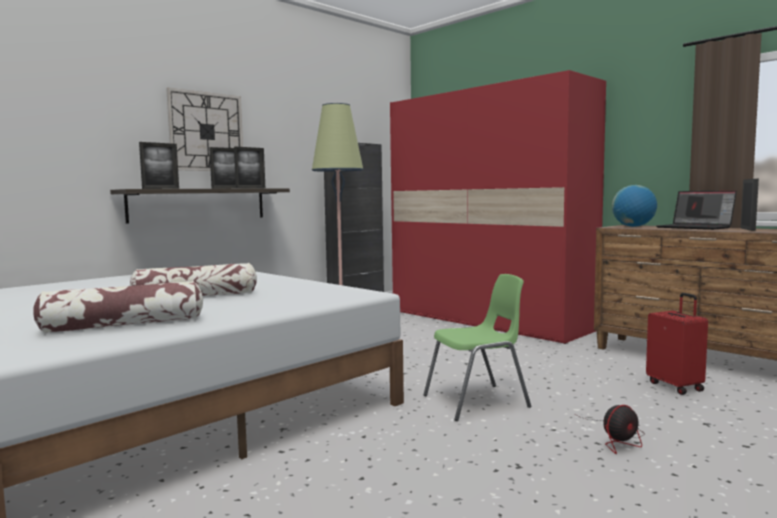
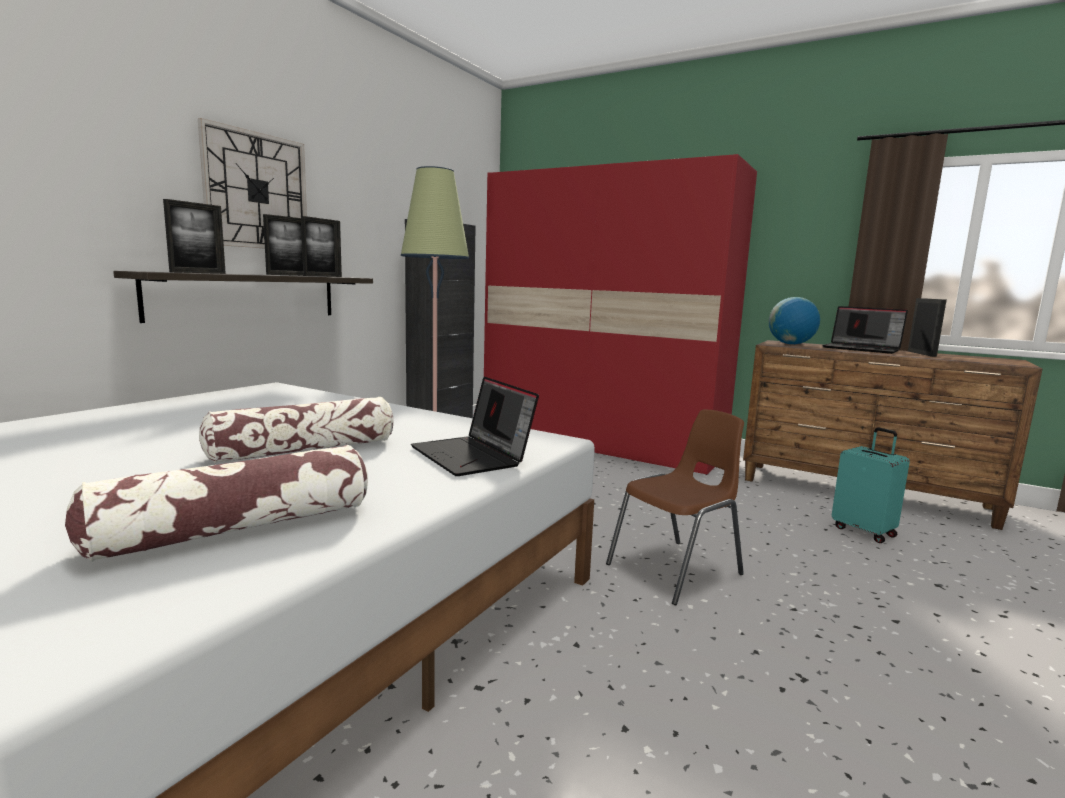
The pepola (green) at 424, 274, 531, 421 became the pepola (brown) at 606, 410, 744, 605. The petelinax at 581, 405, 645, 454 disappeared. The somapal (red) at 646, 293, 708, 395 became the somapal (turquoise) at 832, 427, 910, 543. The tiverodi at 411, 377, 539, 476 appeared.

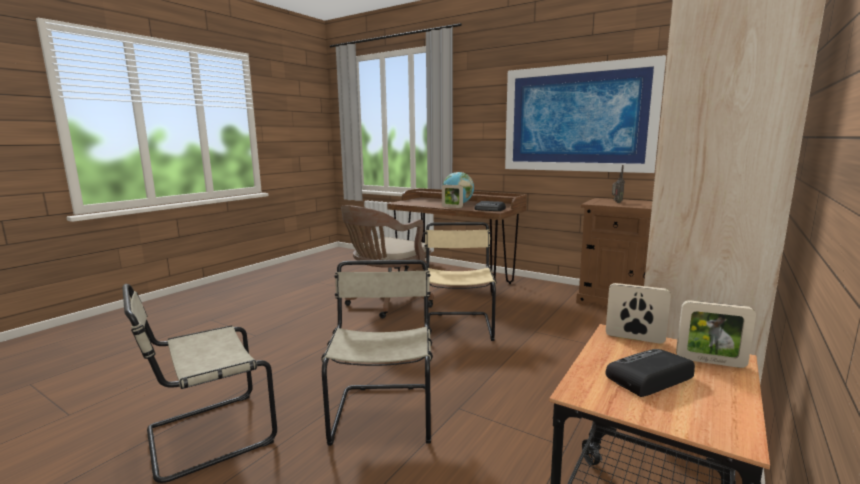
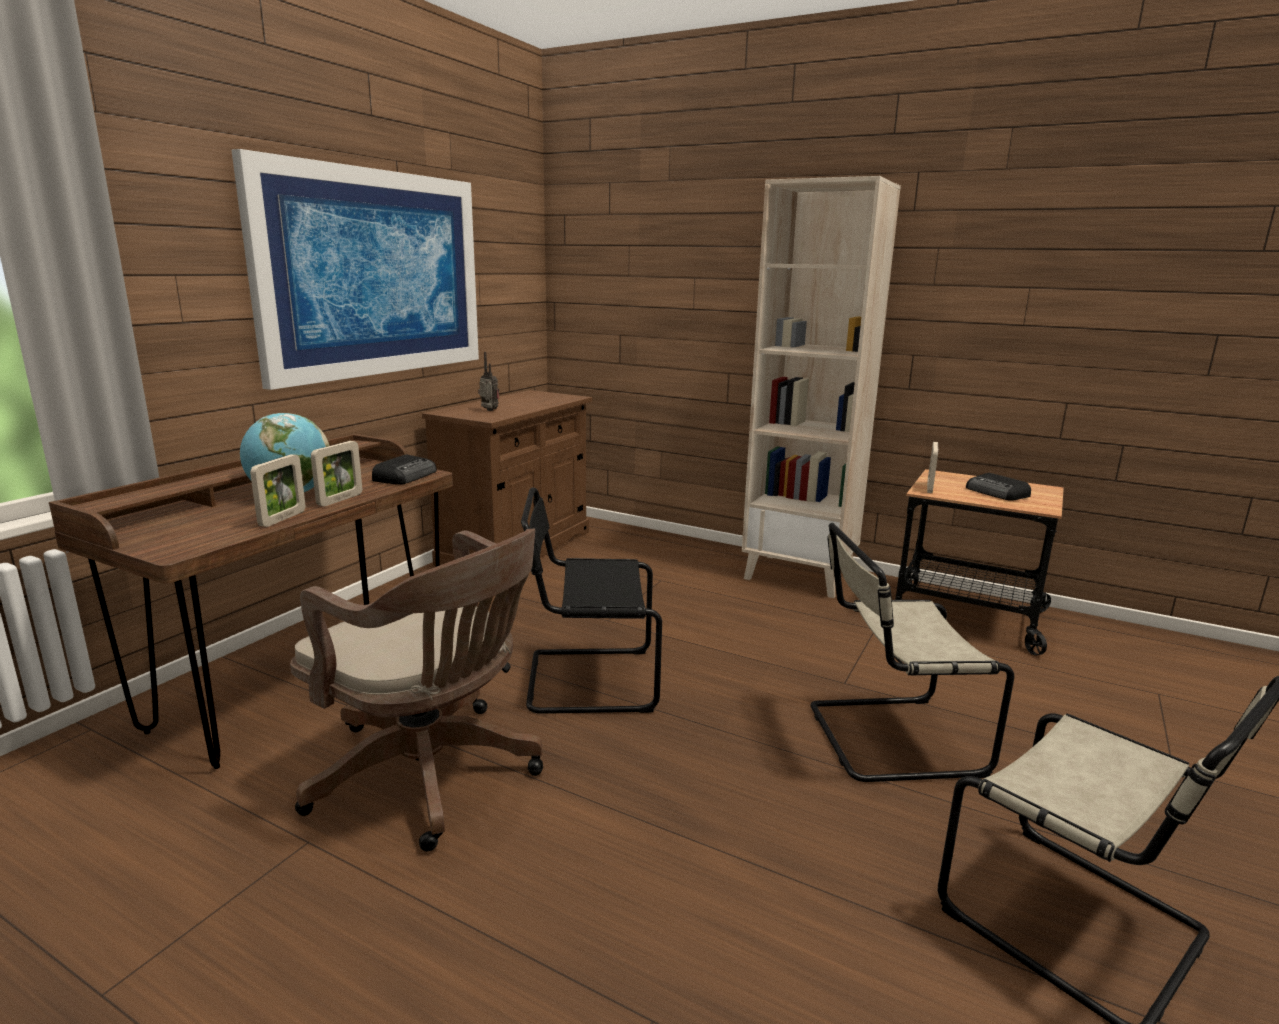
The pepola (beige) at 424, 222, 497, 341 became the pepola (black) at 521, 488, 662, 714. The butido moved from 676, 300, 756, 368 to 250, 454, 305, 527.

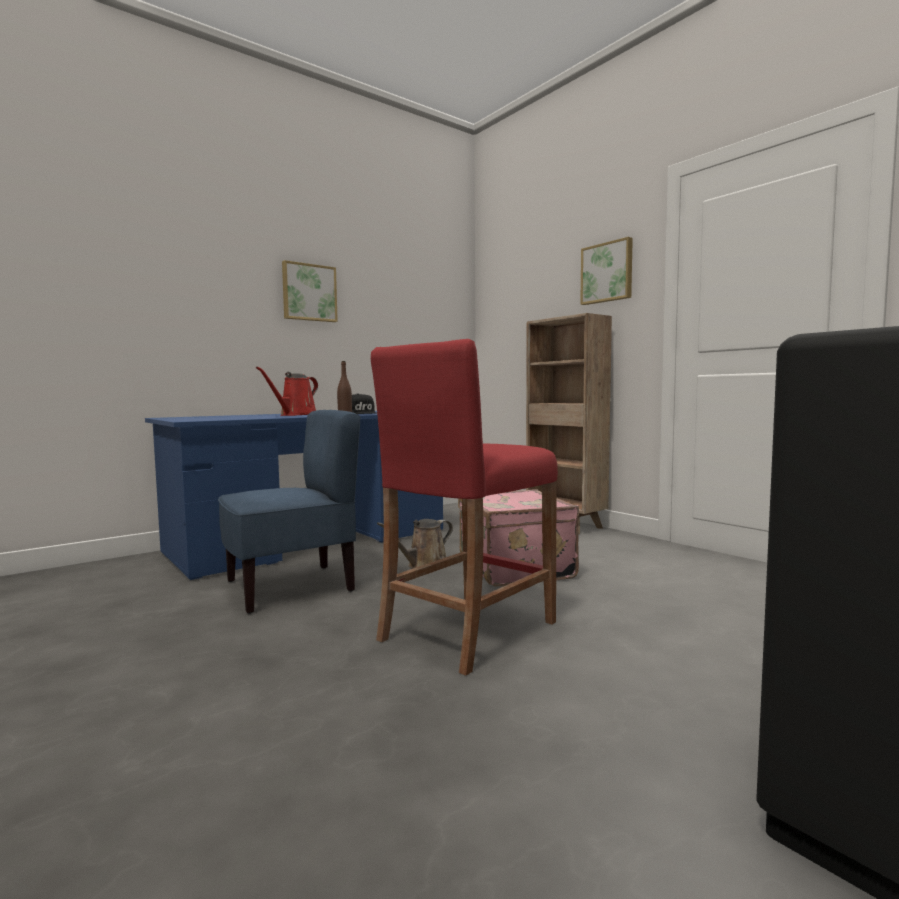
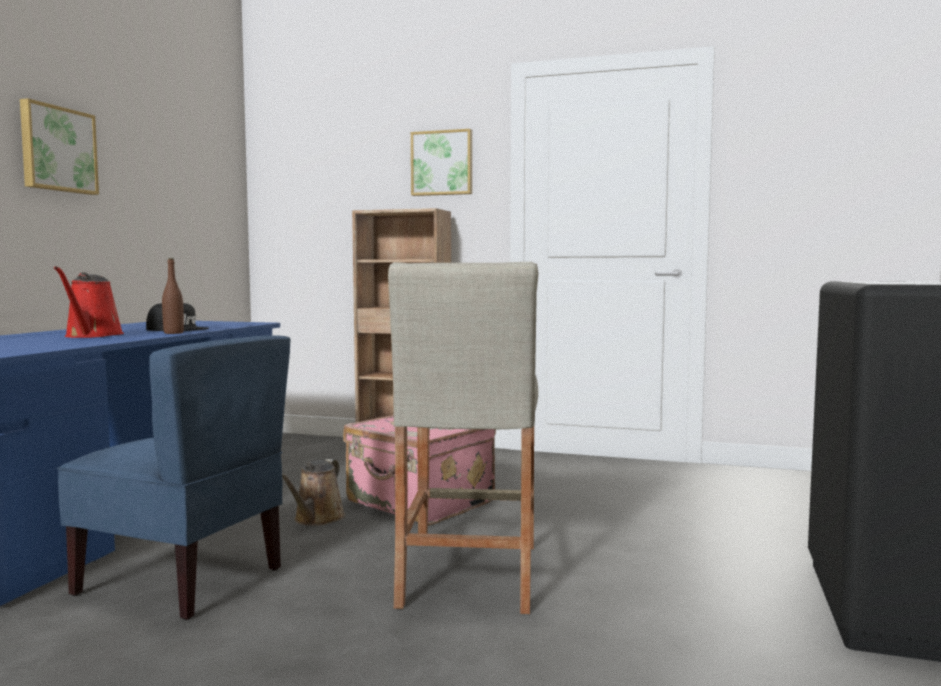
The pepola (blue) at 218, 410, 360, 614 turned 90 degrees clockwise. The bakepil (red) at 371, 339, 558, 676 became the bakepil (beige) at 388, 262, 538, 614.

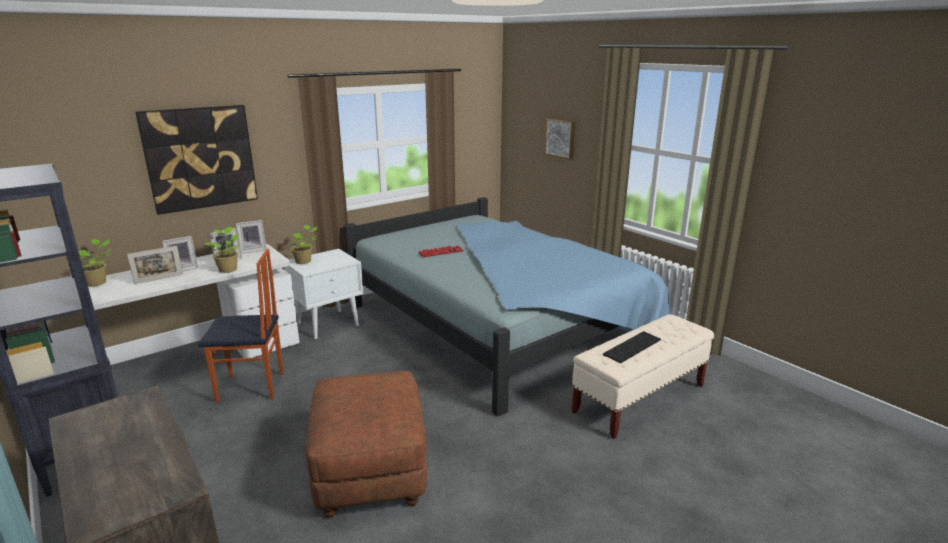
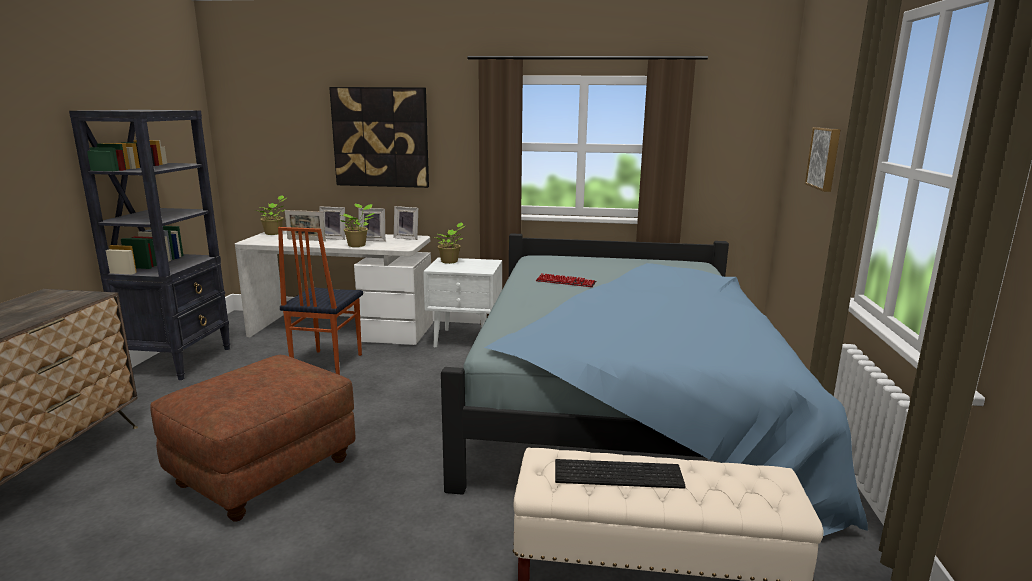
The pepola at 198, 249, 284, 402 turned 60 degrees clockwise.

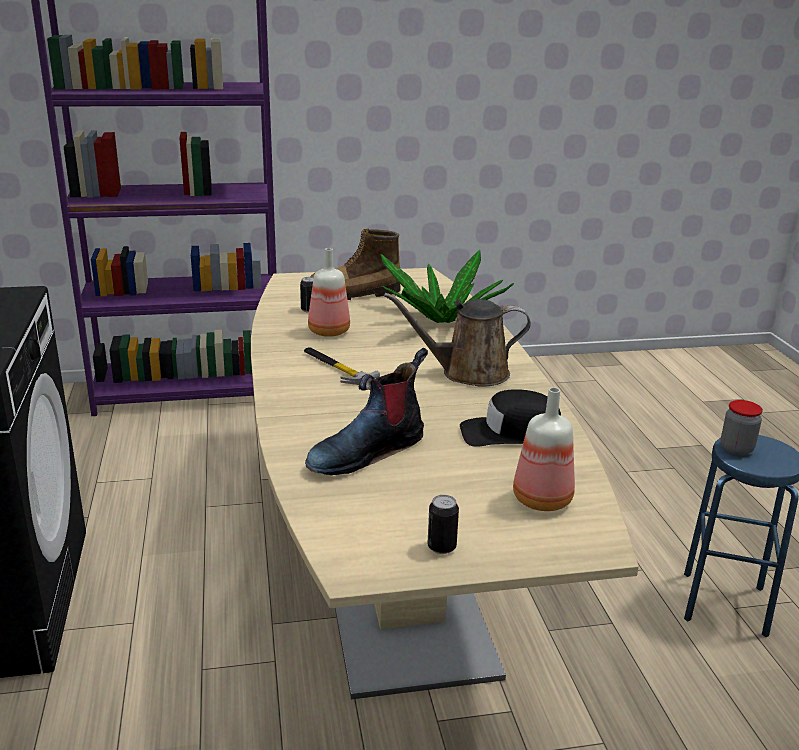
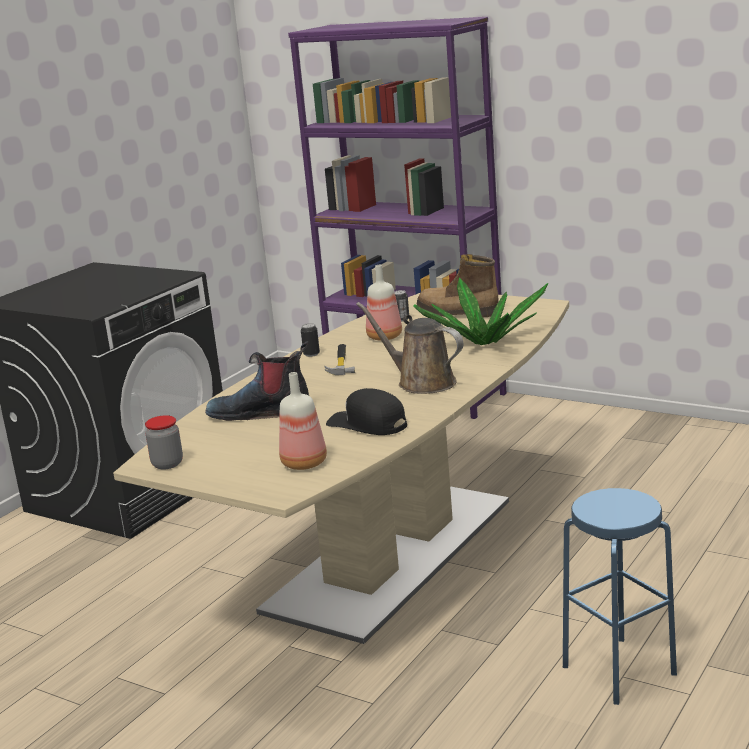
The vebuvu moved from 427, 495, 459, 554 to 301, 323, 320, 357. The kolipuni moved from 721, 400, 763, 455 to 145, 415, 183, 469.

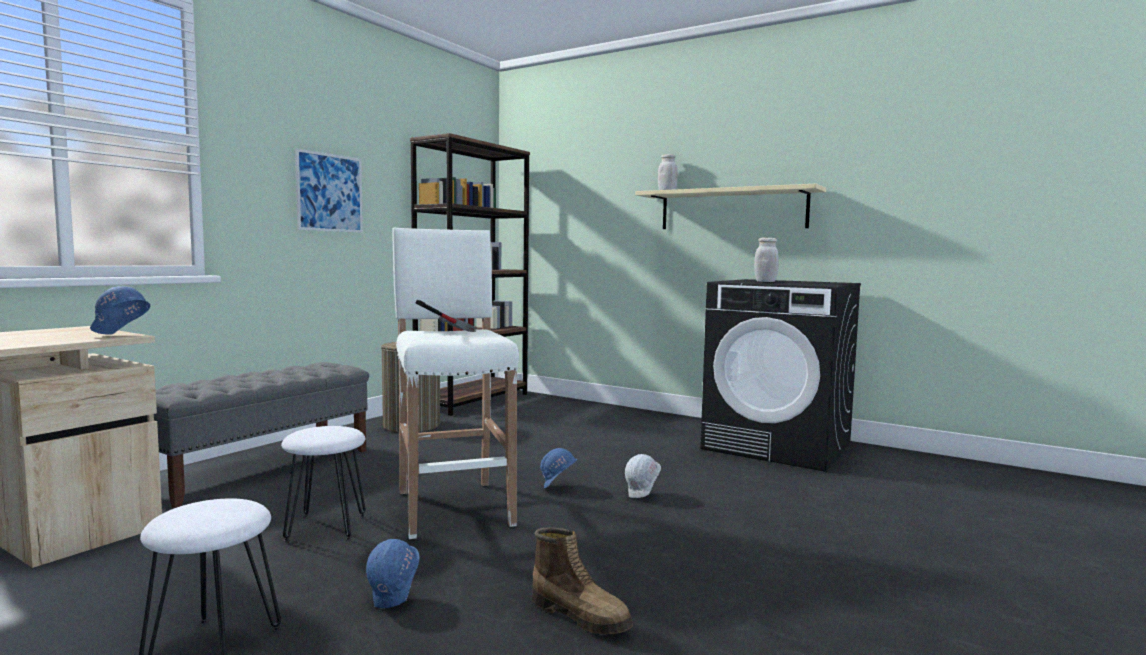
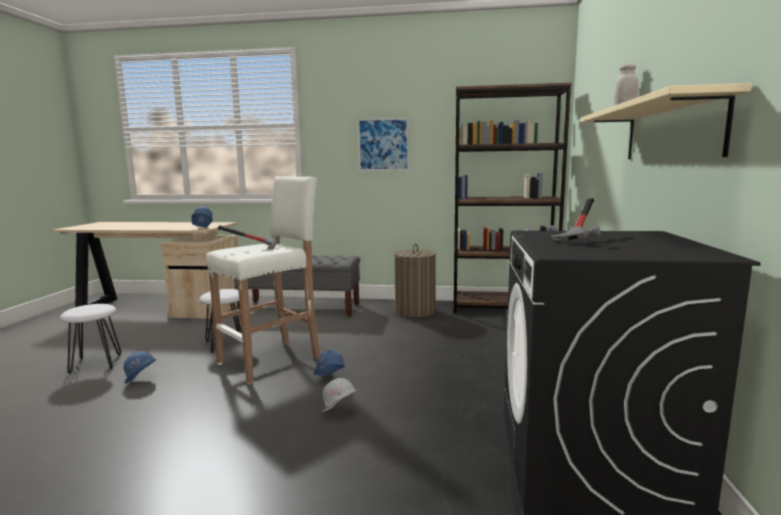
The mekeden at 532, 528, 633, 634 disappeared. The kolipuni (white) at 754, 238, 779, 282 was replaced by the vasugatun at 550, 198, 600, 242.

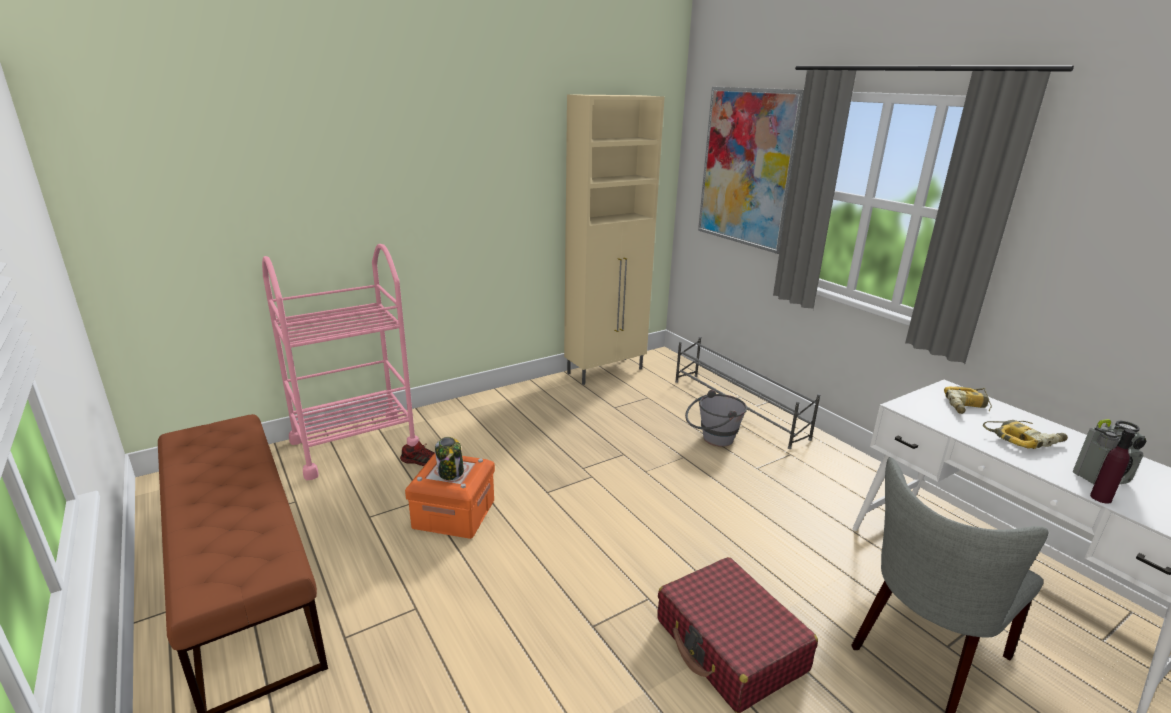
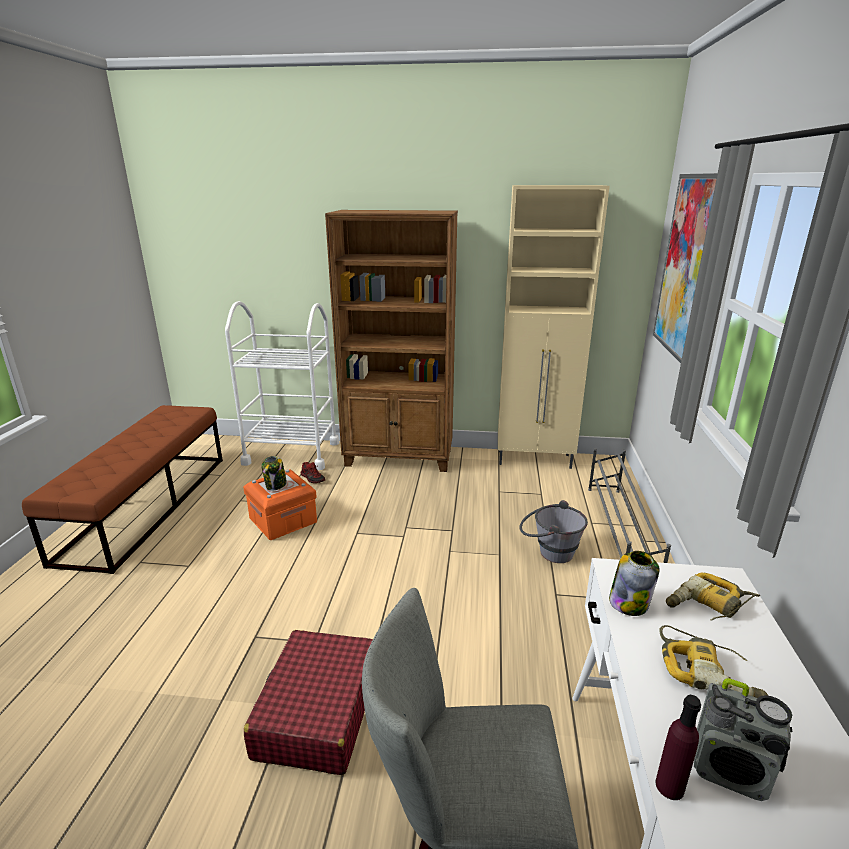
The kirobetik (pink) at 262, 244, 419, 480 became the kirobetik (white) at 225, 301, 339, 470. The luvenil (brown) at 325, 210, 458, 472 appeared. The kolipuni at 609, 551, 660, 616 appeared.

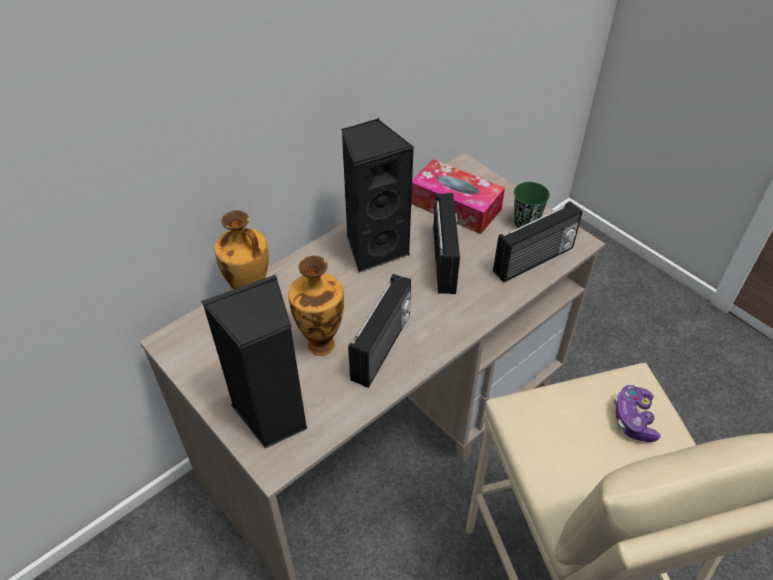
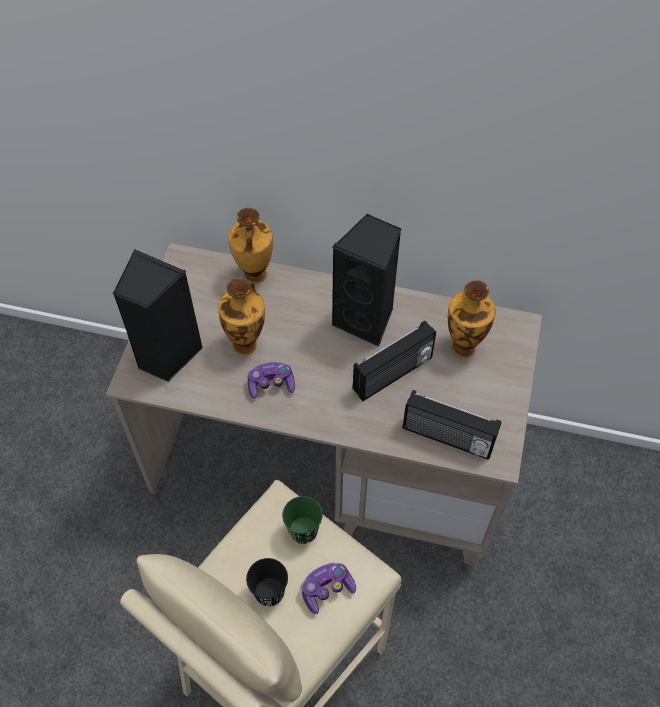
The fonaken at 348, 274, 412, 388 was replaced by the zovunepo at 248, 362, 295, 399. The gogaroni at 411, 159, 505, 234 was replaced by the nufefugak at 448, 280, 496, 358. The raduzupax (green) moved from 514, 182, 550, 228 to 282, 496, 323, 544. The raduzupax (black) at 246, 558, 288, 606 appeared.

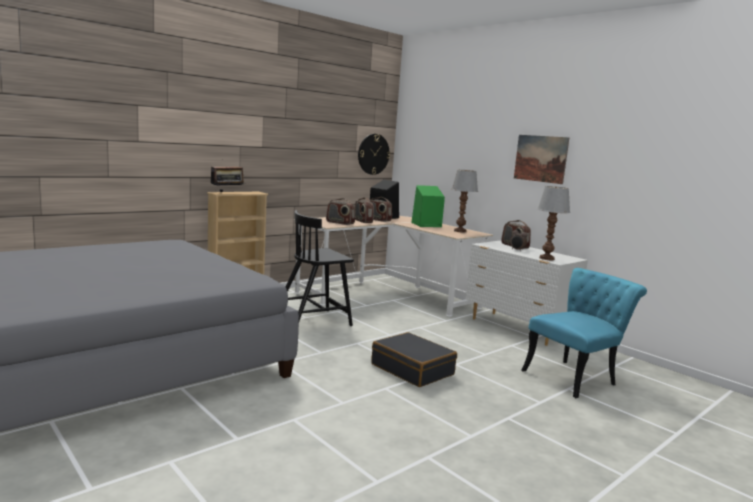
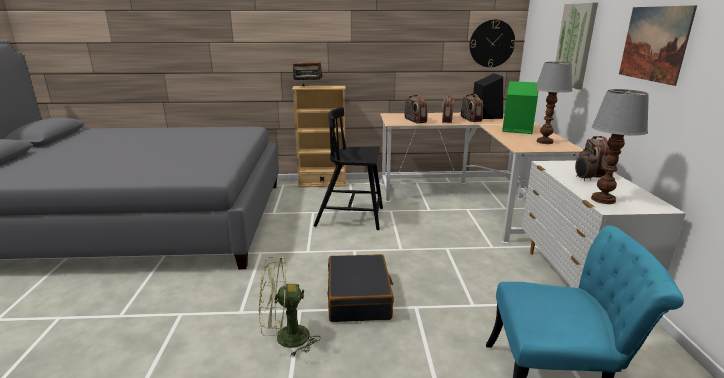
The petelinax (green) at 259, 257, 320, 358 appeared. The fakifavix at 555, 3, 598, 89 appeared.

